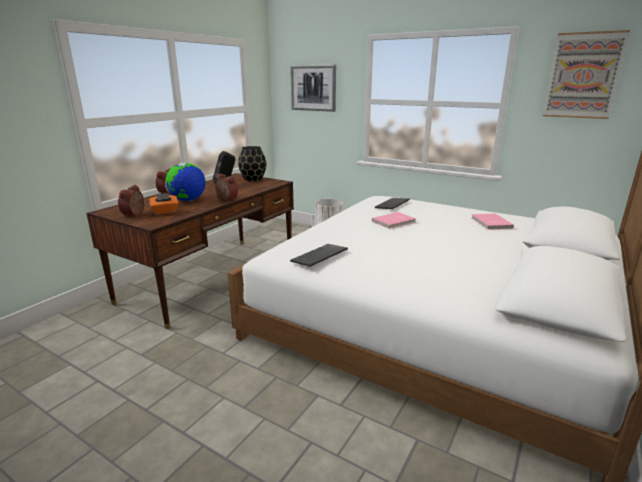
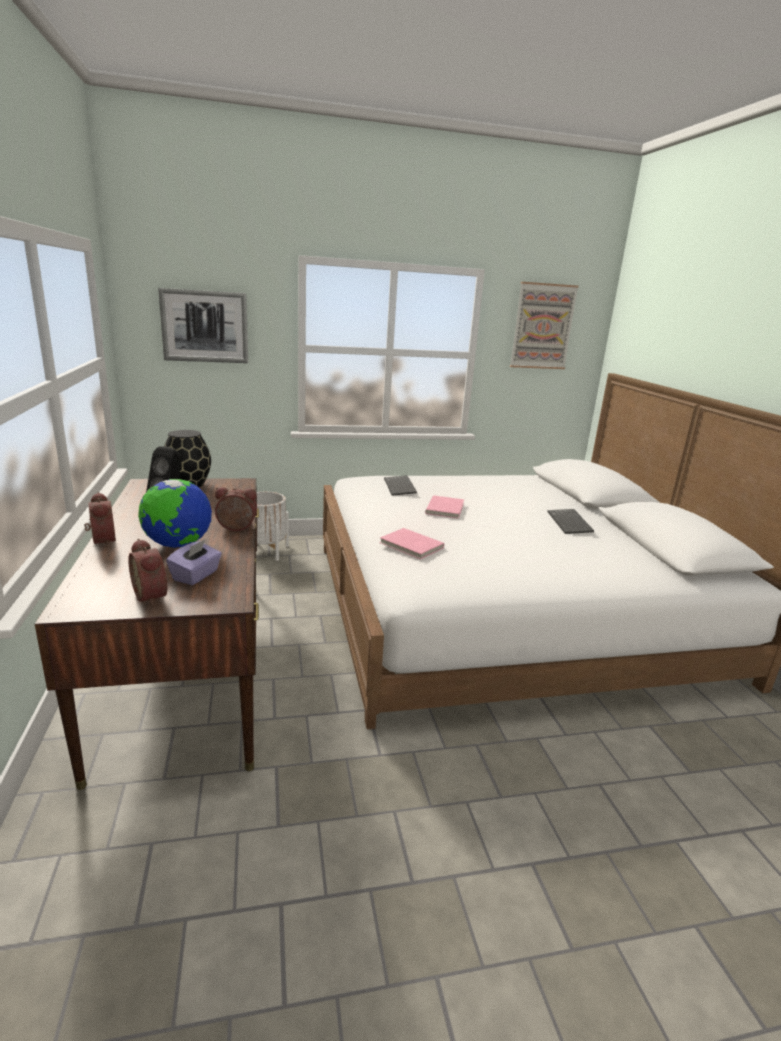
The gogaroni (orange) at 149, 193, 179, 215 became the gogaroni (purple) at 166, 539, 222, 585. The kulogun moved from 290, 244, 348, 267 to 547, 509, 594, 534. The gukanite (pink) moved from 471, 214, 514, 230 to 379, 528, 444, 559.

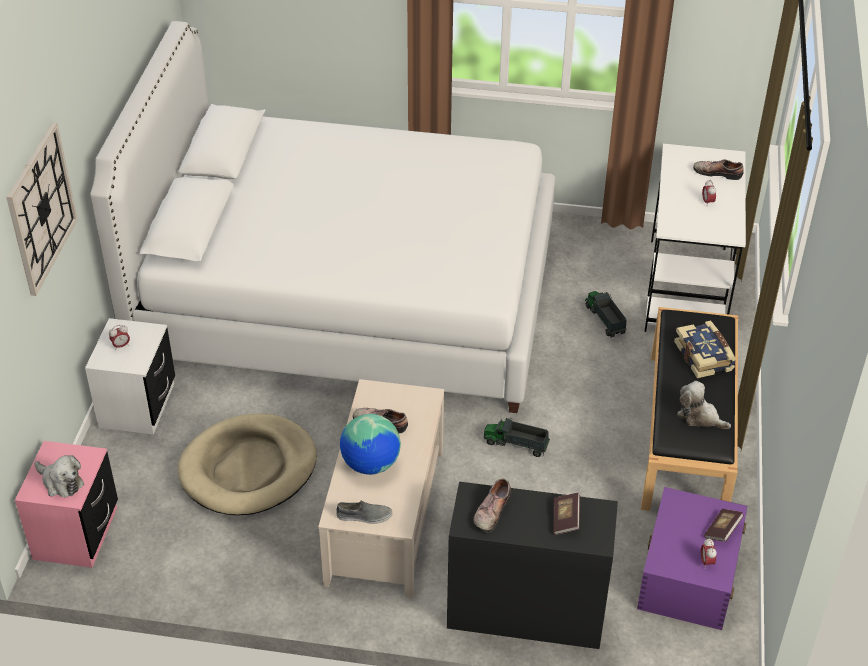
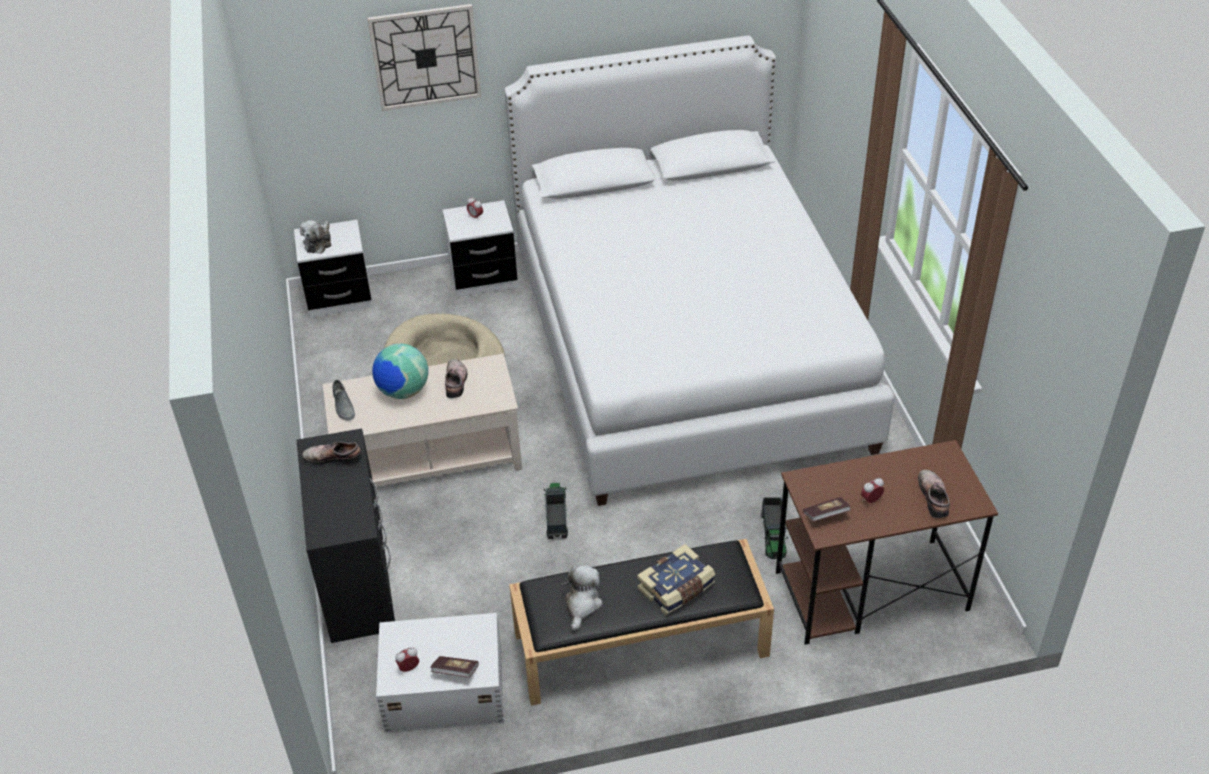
The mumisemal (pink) at 15, 441, 118, 568 became the mumisemal (white) at 294, 220, 373, 318. The gukanite moved from 553, 493, 580, 535 to 803, 497, 851, 522. The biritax at 585, 291, 627, 338 turned 135 degrees clockwise. The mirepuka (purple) at 637, 487, 747, 630 became the mirepuka (white) at 376, 613, 504, 733. The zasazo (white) at 644, 144, 746, 332 became the zasazo (brown) at 776, 440, 998, 645.

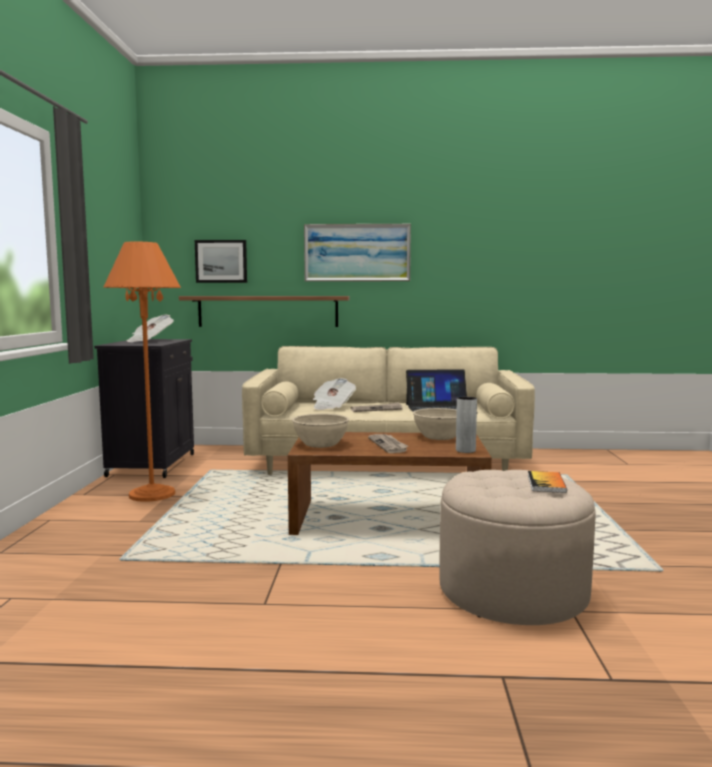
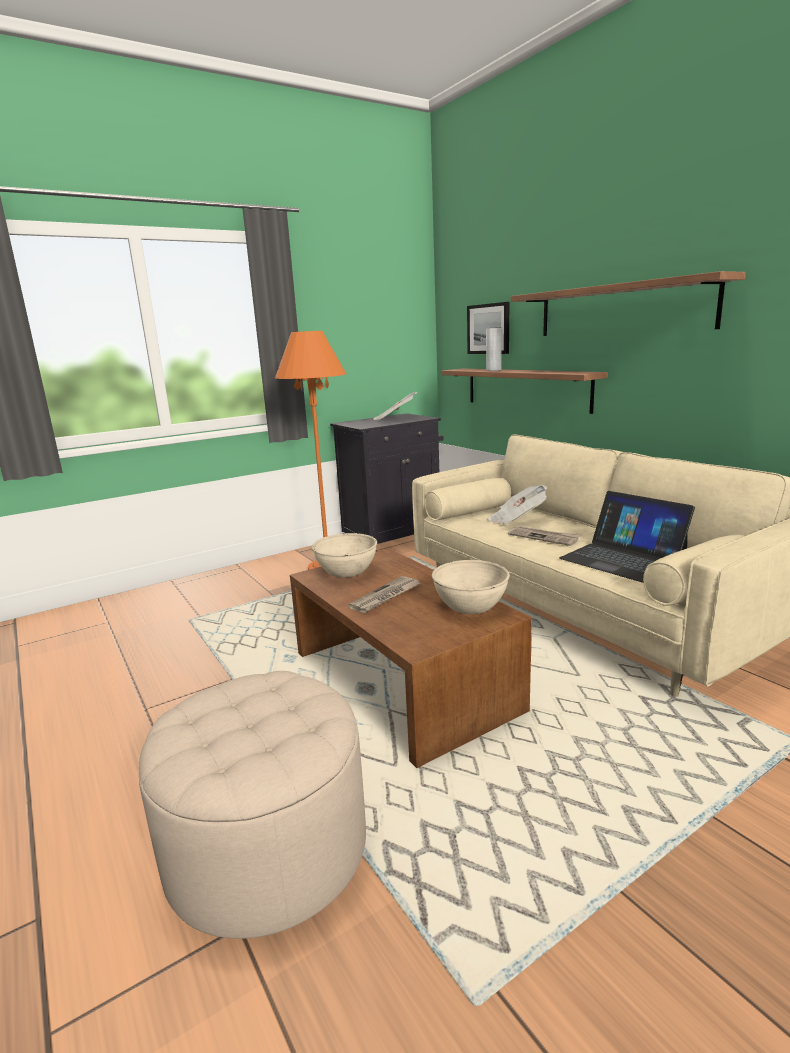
The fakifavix at 304, 224, 411, 281 was replaced by the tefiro at 511, 271, 746, 336. The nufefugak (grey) moved from 456, 397, 477, 453 to 486, 327, 502, 371. The gukanite at 528, 471, 567, 493 disappeared.

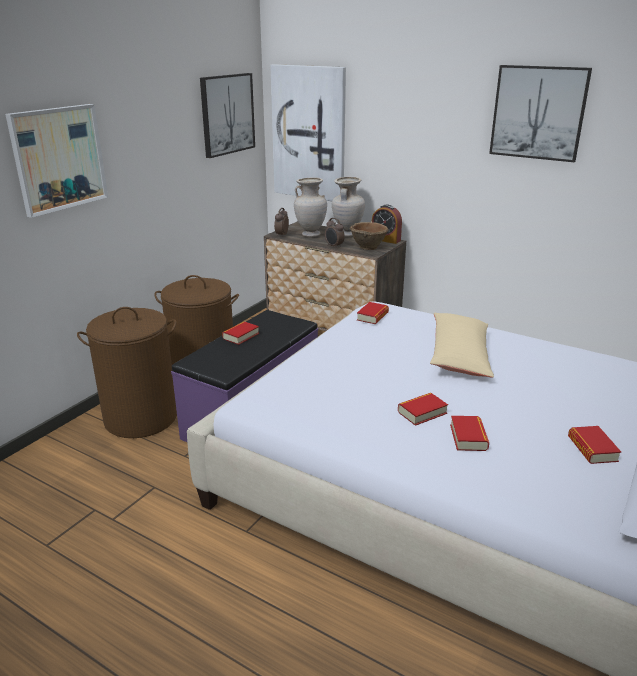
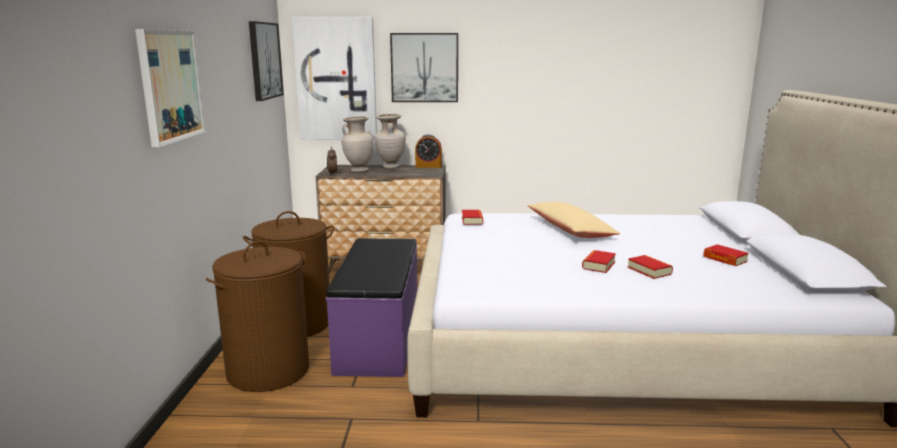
The gukanite at 222, 321, 259, 345 disappeared. The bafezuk at 325, 218, 345, 249 disappeared. The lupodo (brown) at 350, 222, 388, 250 disappeared. The fakifavix moved from 489, 65, 592, 162 to 390, 33, 458, 102.

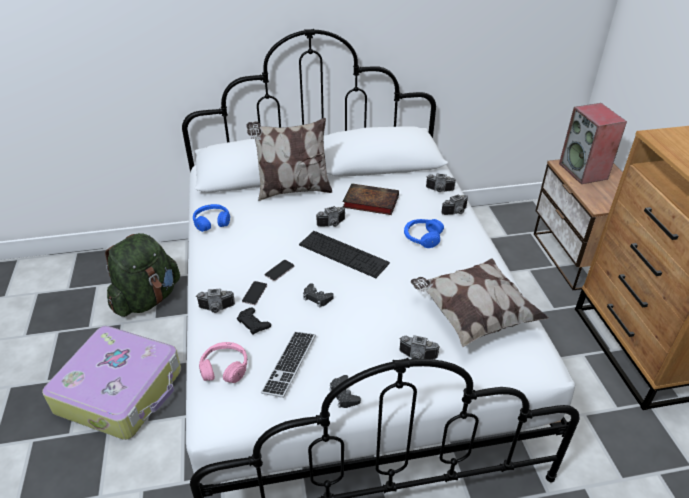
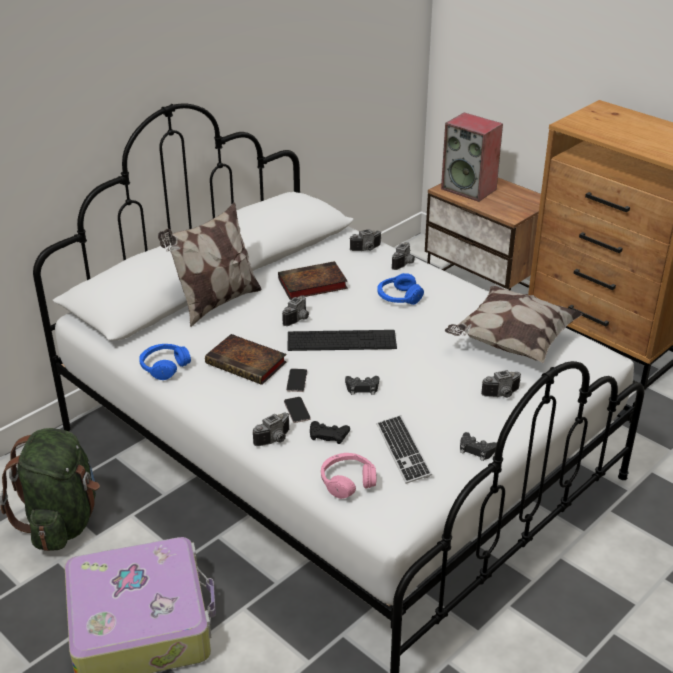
The gukanite at 205, 334, 287, 385 appeared.

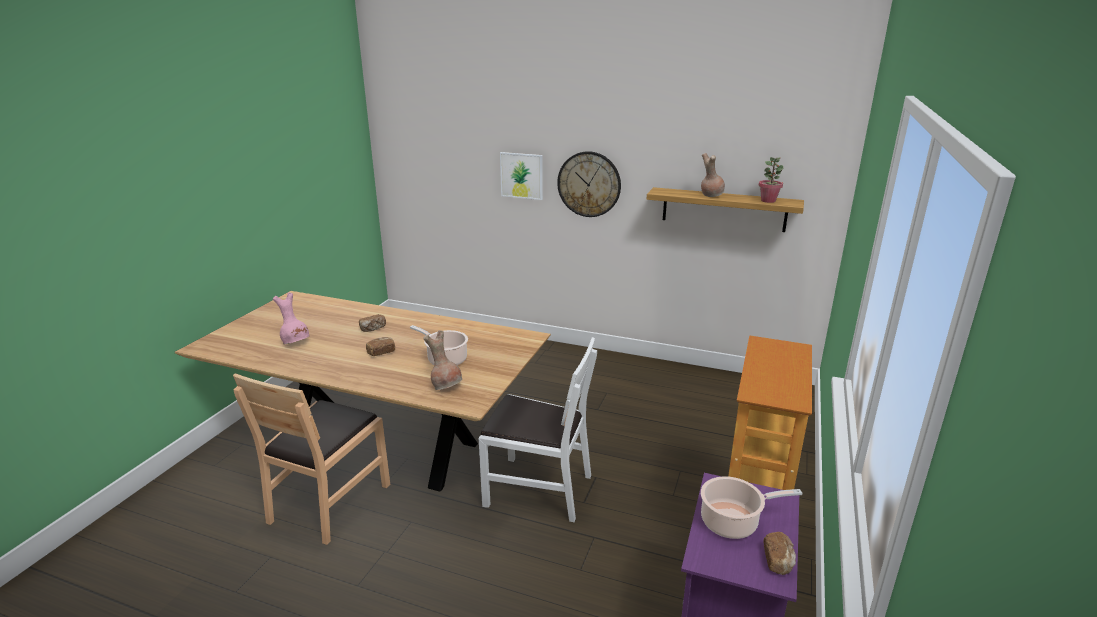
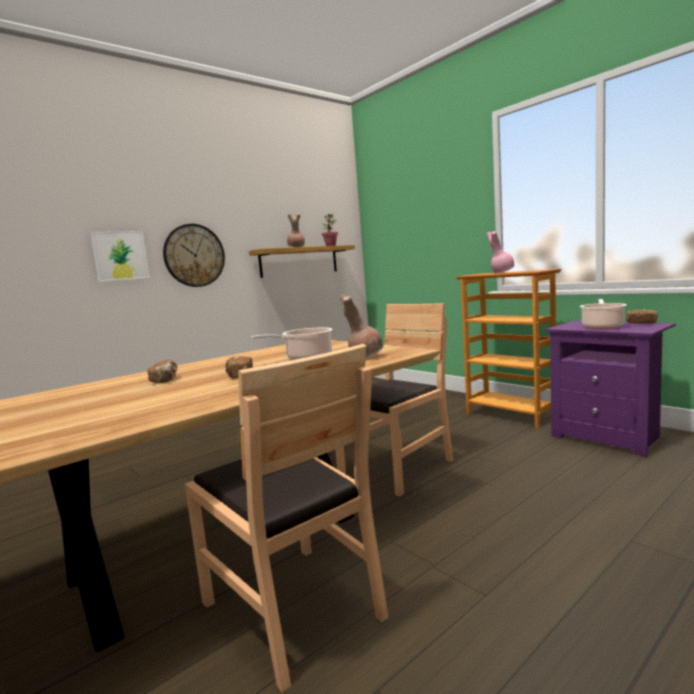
The nufefugak (pink) moved from 273, 292, 310, 345 to 487, 231, 515, 273. The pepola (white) at 479, 337, 597, 522 became the pepola (brown) at 335, 303, 453, 497.

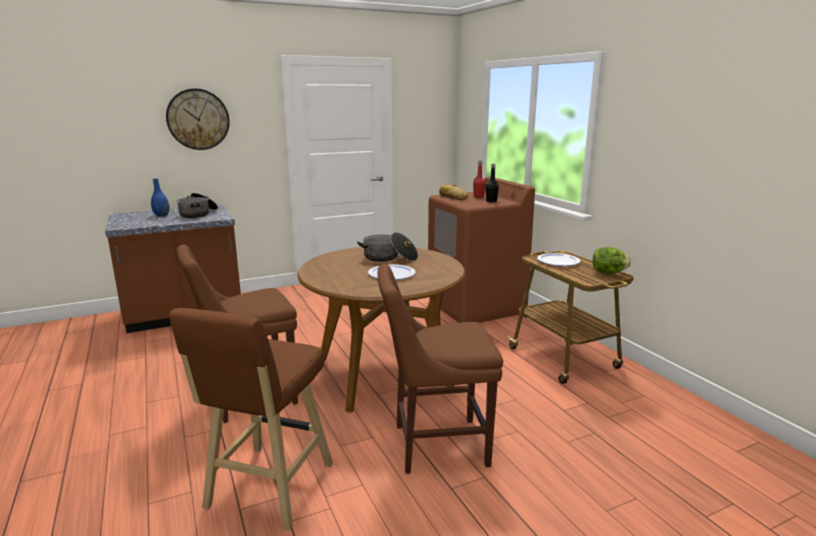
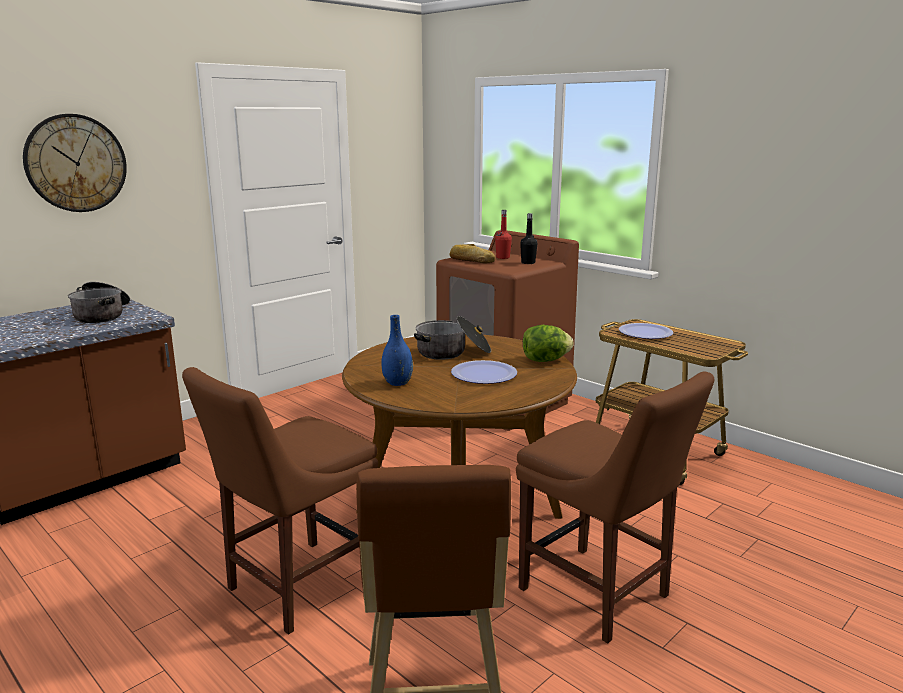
The nufefugak (blue) moved from 151, 178, 170, 216 to 381, 315, 413, 386. The pepola (brown) at 378, 264, 503, 474 turned 105 degrees counterclockwise. The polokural moved from 593, 247, 631, 274 to 523, 325, 574, 362.

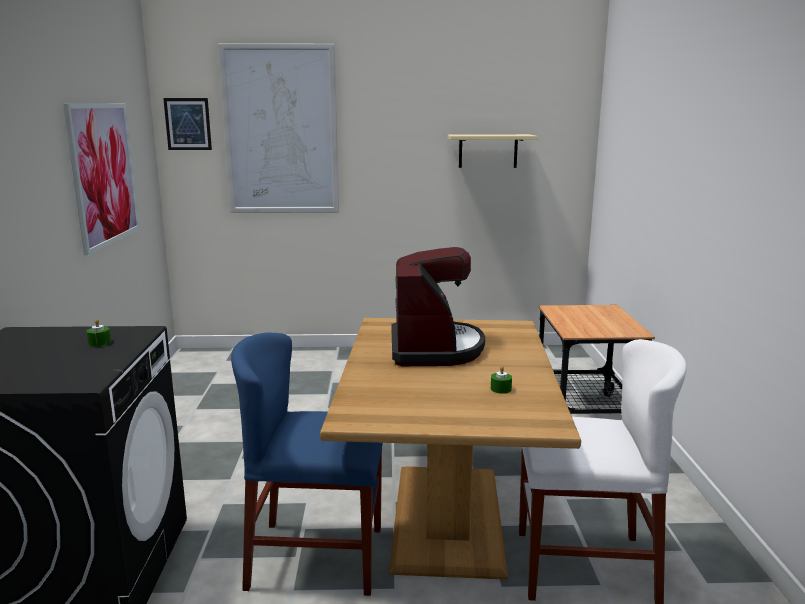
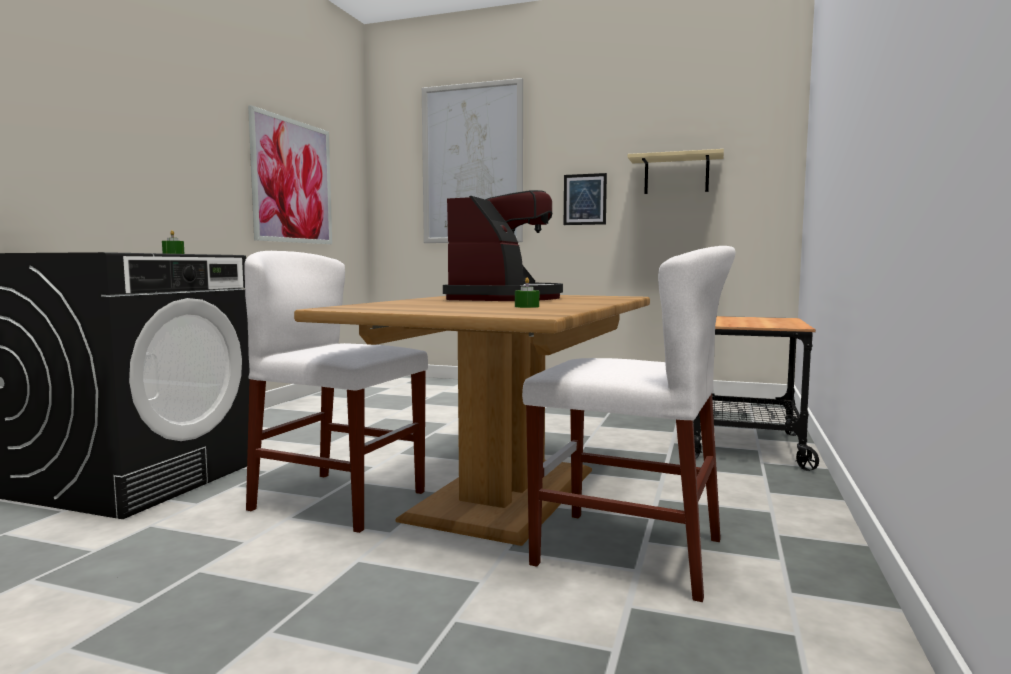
The fakifavix moved from 163, 98, 212, 150 to 564, 173, 607, 225. The pepola (blue) at 231, 333, 383, 596 became the pepola (white) at 245, 251, 428, 533.

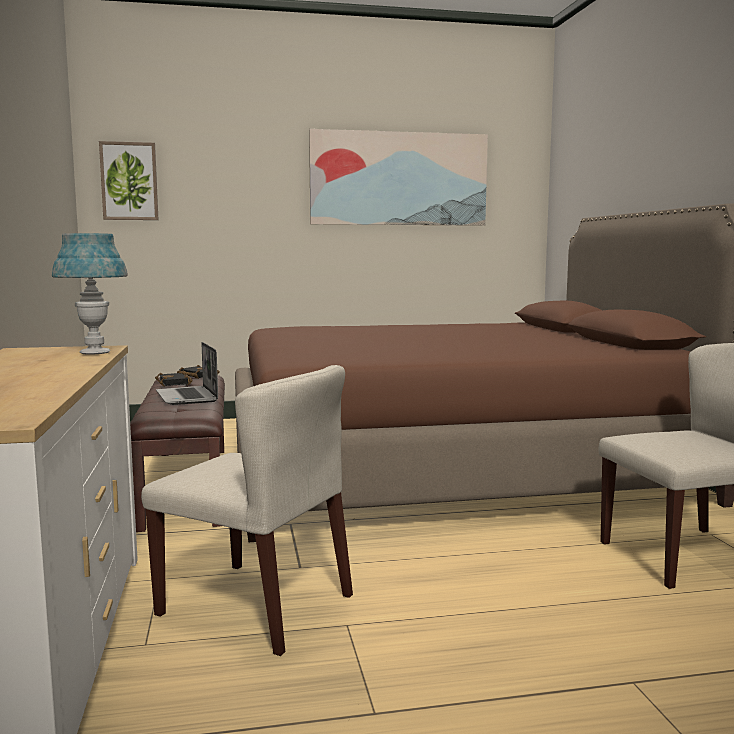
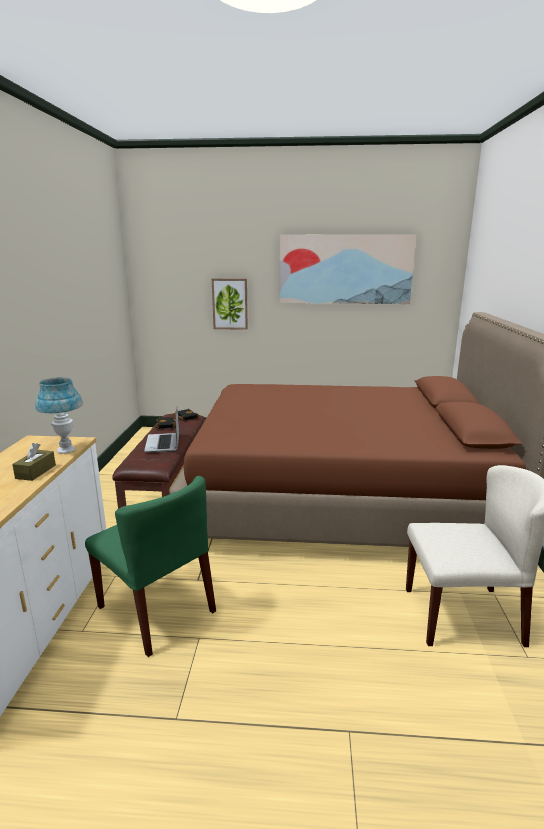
The fakifavix moved from 99, 141, 159, 220 to 212, 278, 248, 330. The pepola (beige) at 141, 365, 353, 656 became the pepola (green) at 85, 476, 216, 657. The gogaroni (brown) at 12, 443, 56, 481 appeared.

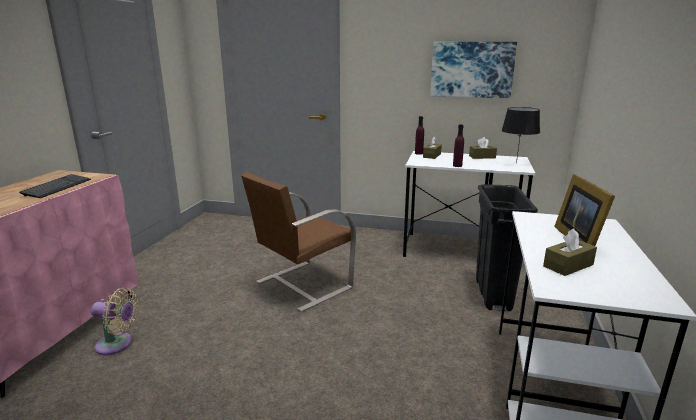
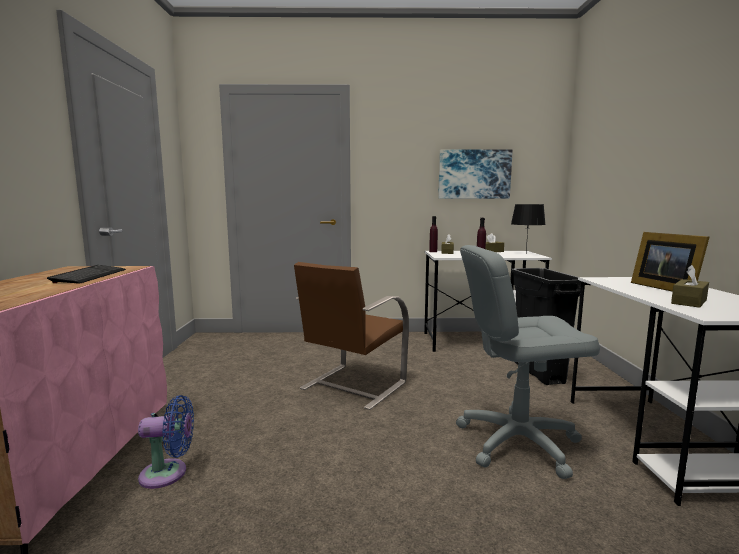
The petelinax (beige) at 91, 288, 138, 355 became the petelinax (blue) at 138, 395, 194, 489. The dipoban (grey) at 456, 245, 600, 479 appeared.

